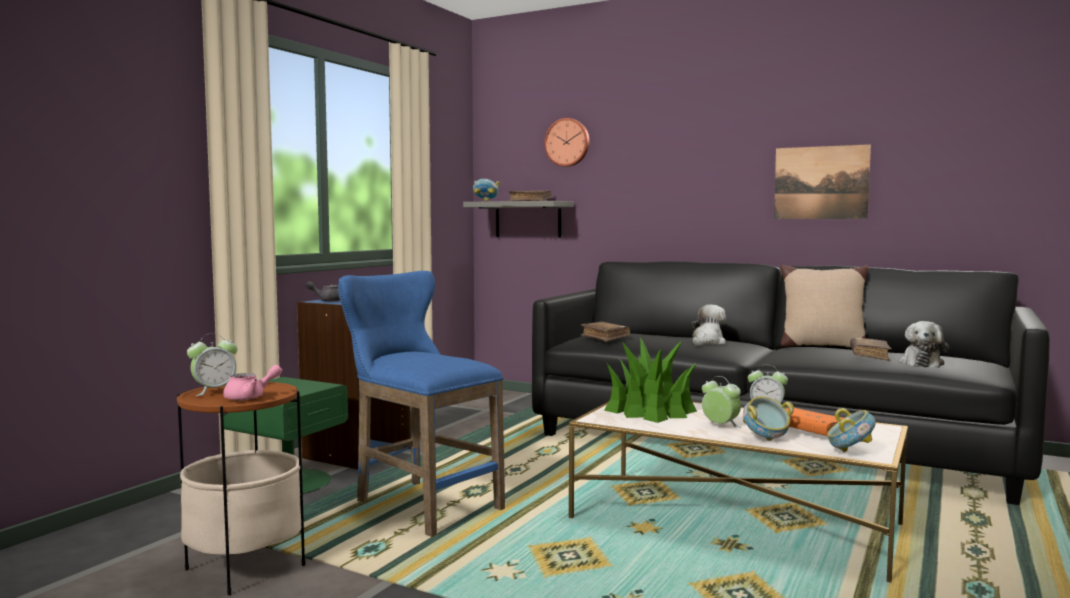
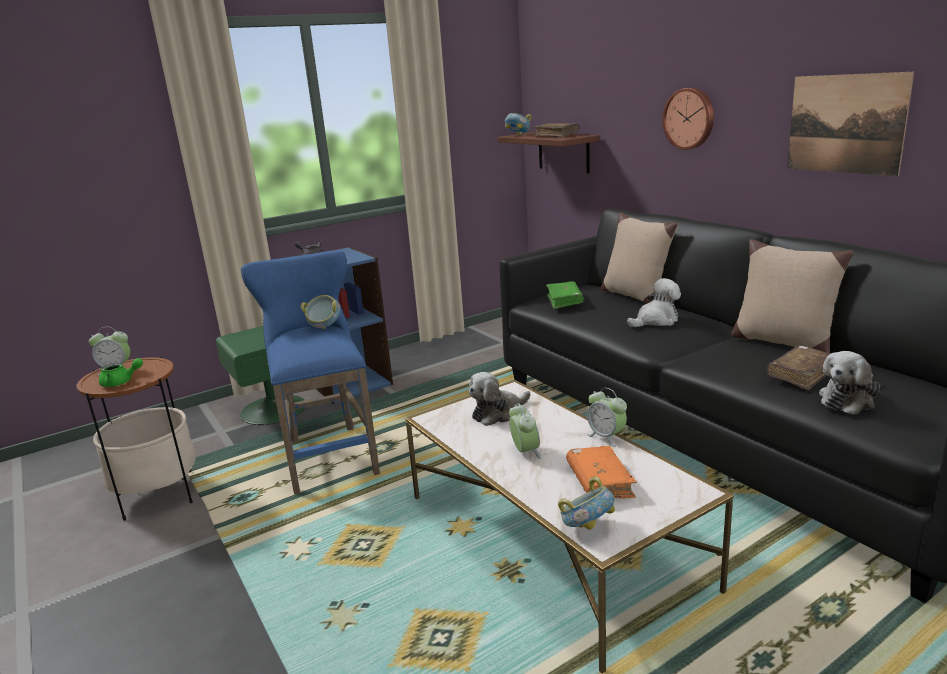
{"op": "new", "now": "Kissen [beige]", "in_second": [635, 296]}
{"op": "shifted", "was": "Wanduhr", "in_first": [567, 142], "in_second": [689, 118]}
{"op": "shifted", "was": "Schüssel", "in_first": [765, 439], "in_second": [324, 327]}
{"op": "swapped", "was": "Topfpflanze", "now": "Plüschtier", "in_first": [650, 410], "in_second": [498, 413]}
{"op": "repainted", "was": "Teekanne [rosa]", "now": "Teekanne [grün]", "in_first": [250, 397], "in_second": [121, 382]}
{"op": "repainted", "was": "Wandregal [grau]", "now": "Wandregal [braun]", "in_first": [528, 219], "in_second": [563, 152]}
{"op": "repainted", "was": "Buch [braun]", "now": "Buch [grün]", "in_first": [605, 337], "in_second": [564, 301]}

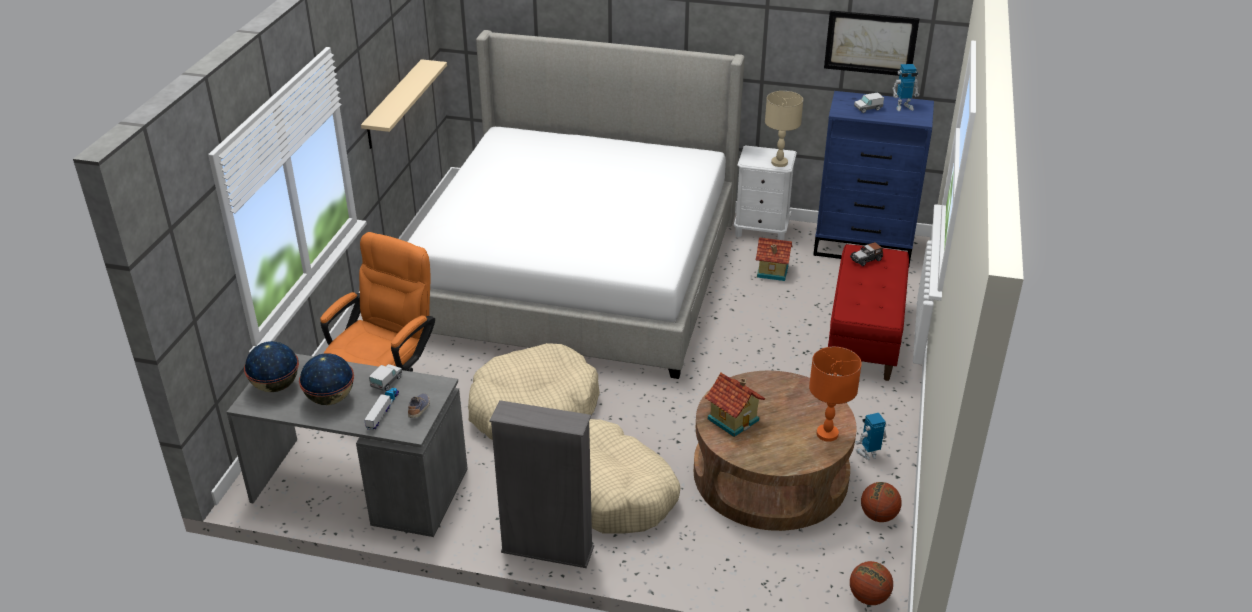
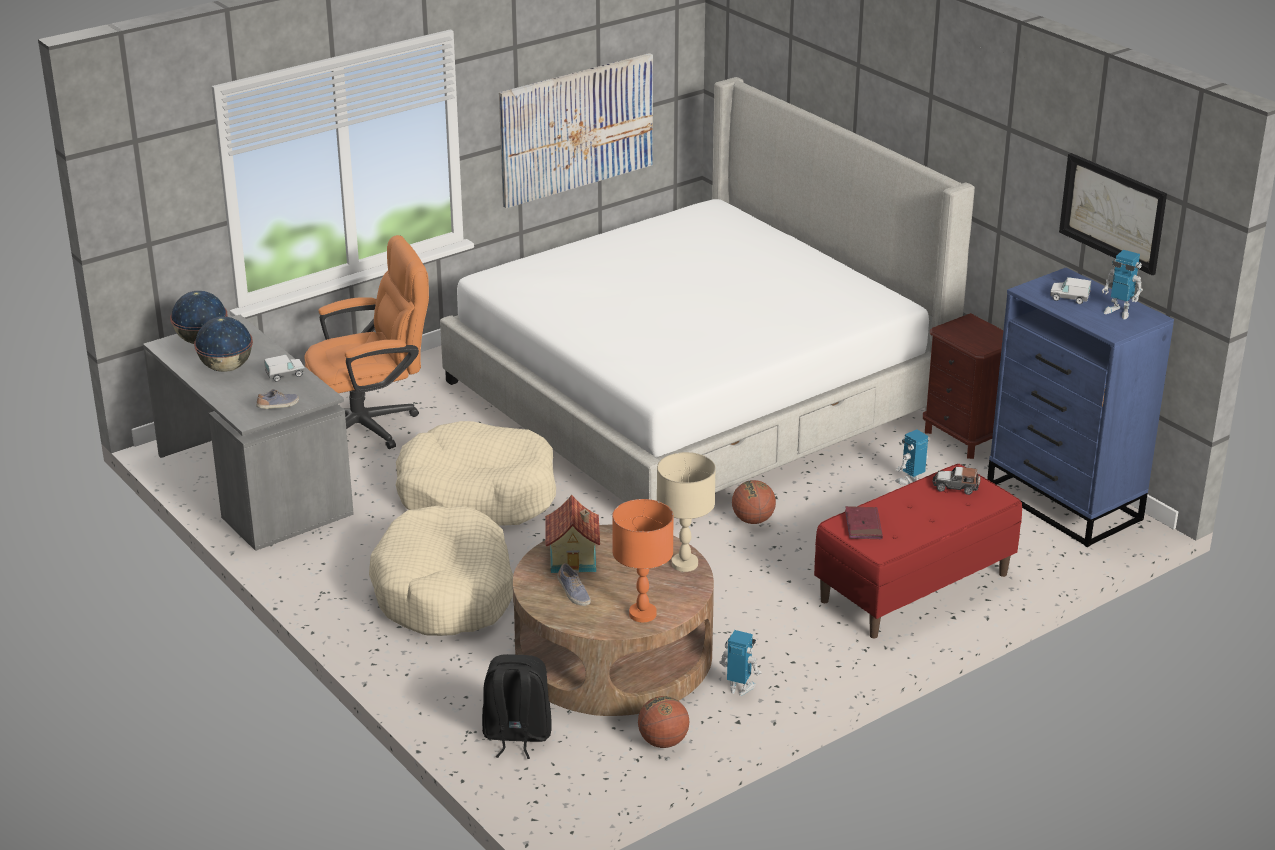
{"op": "gone", "was": "Spielzeuglaster", "in_first": [383, 411]}
{"op": "gone", "was": "Bücherregal [grau]", "in_first": [547, 550]}
{"op": "new", "now": "Rucksack [schwarz]", "in_second": [516, 736]}
{"op": "new", "now": "Schuh", "in_second": [573, 593]}
{"op": "new", "now": "Buch [rot]", "in_second": [863, 525]}
{"op": "shifted", "was": "Tischlampe [beige]", "in_first": [779, 163], "in_second": [684, 564]}
{"op": "shifted", "was": "Basketball", "in_first": [868, 597], "in_second": [753, 520]}
{"op": "swapped", "was": "Wandregal [beige]", "now": "Bild", "in_first": [394, 104], "in_second": [576, 129]}
{"op": "swapped", "was": "Spielzeughaus", "now": "Spielzeugroboter", "in_first": [772, 272], "in_second": [910, 482]}
{"op": "repainted", "was": "Nachttisch [weiß]", "now": "Nachttisch [braun]", "in_first": [761, 230], "in_second": [965, 437]}

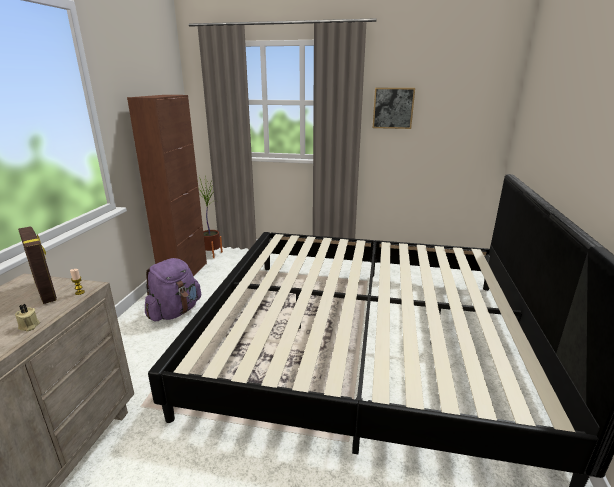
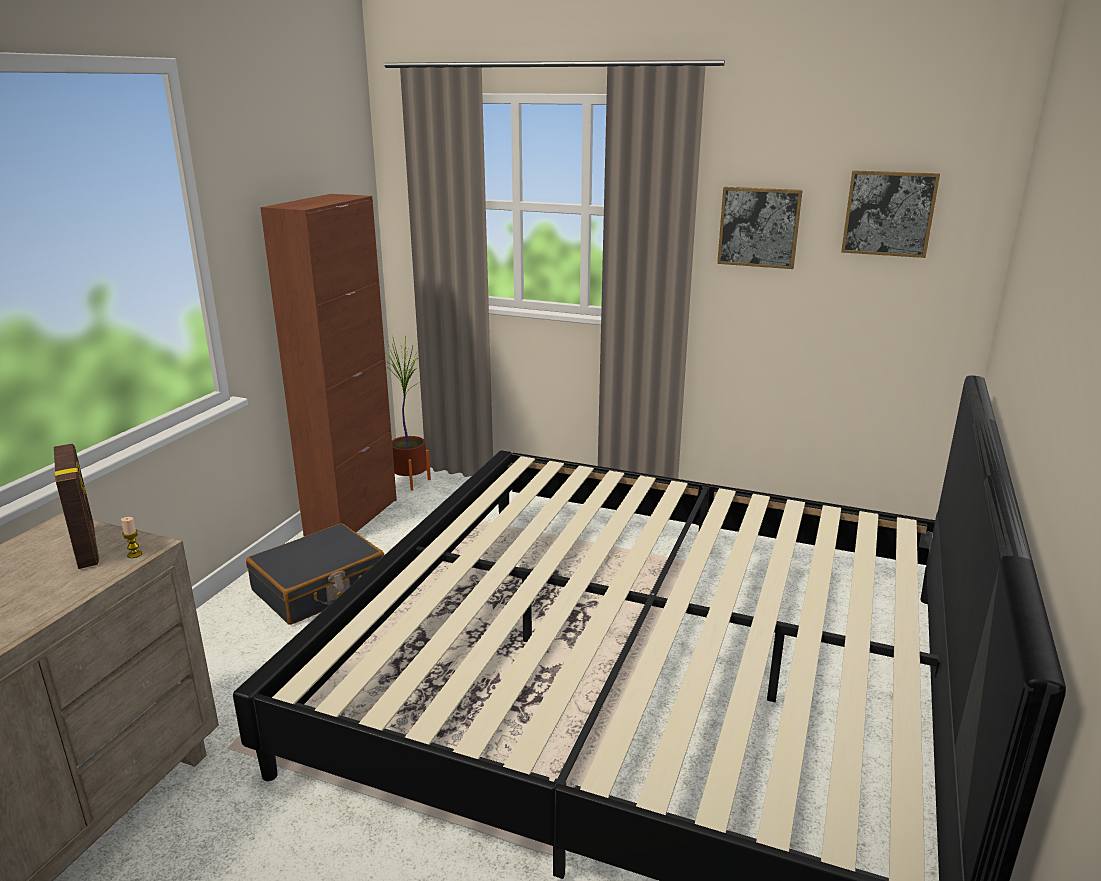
{"op": "gone", "was": "Kerze [beige]", "in_first": [29, 326]}
{"op": "new", "now": "Bild", "in_second": [889, 213]}
{"op": "swapped", "was": "Rucksack [lila]", "now": "Koffer [schwarz]", "in_first": [175, 312], "in_second": [320, 588]}

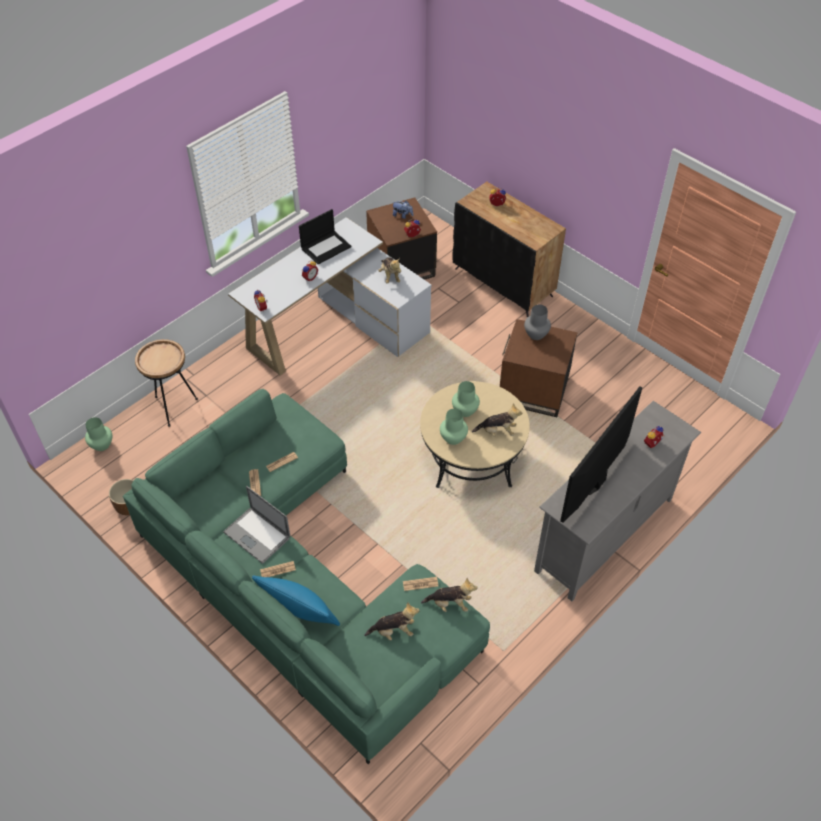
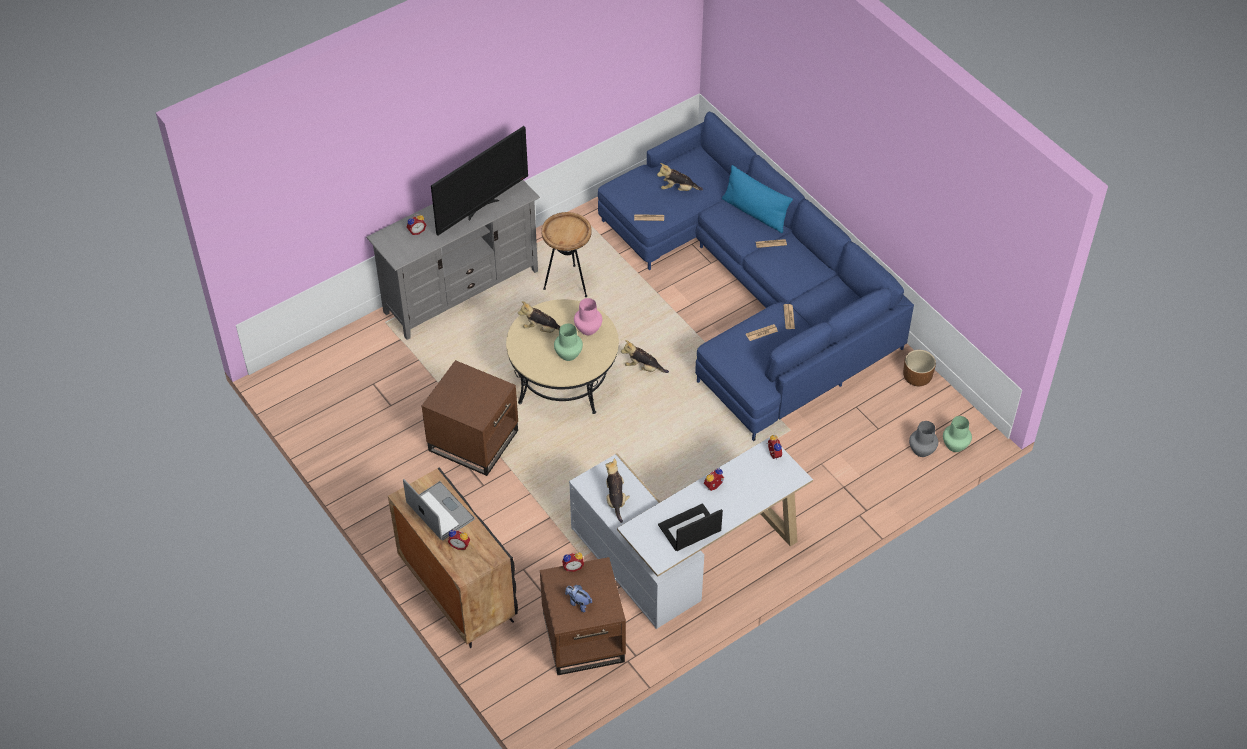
{"op": "shifted", "was": "Beistelltisch [braun]", "in_first": [174, 407], "in_second": [568, 283]}
{"op": "shifted", "was": "Laptop", "in_first": [257, 535], "in_second": [440, 511]}
{"op": "shifted", "was": "Plüschtier", "in_first": [450, 604], "in_second": [643, 368]}
{"op": "shifted", "was": "Vase [grau]", "in_first": [536, 335], "in_second": [922, 450]}
{"op": "repainted", "was": "Sofa [grün]", "now": "Sofa [blau]", "in_first": [298, 581], "in_second": [753, 292]}
{"op": "repainted", "was": "Vase [grün]", "now": "Vase [rosa]", "in_first": [453, 438], "in_second": [587, 329]}

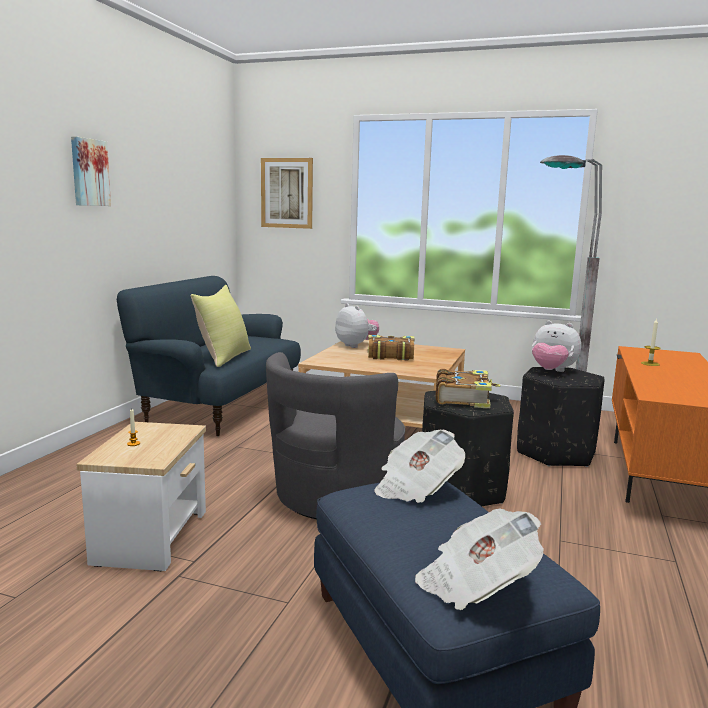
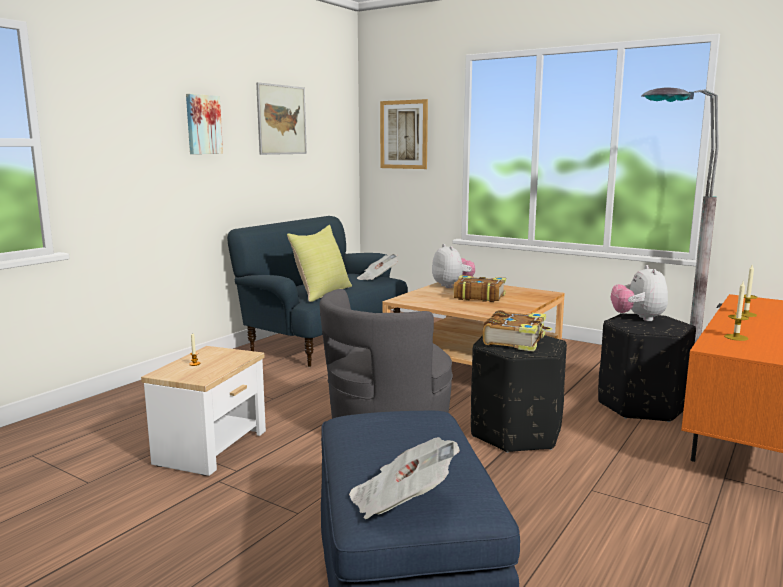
{"op": "new", "now": "Bild", "in_second": [282, 120]}
{"op": "new", "now": "Kerze", "in_second": [736, 337]}
{"op": "shifted", "was": "Zeitung", "in_first": [416, 487], "in_second": [377, 278]}
{"op": "rotated", "was": "Plüschtier", "in_first": [552, 371], "in_second": [638, 318], "clockwise": 45}

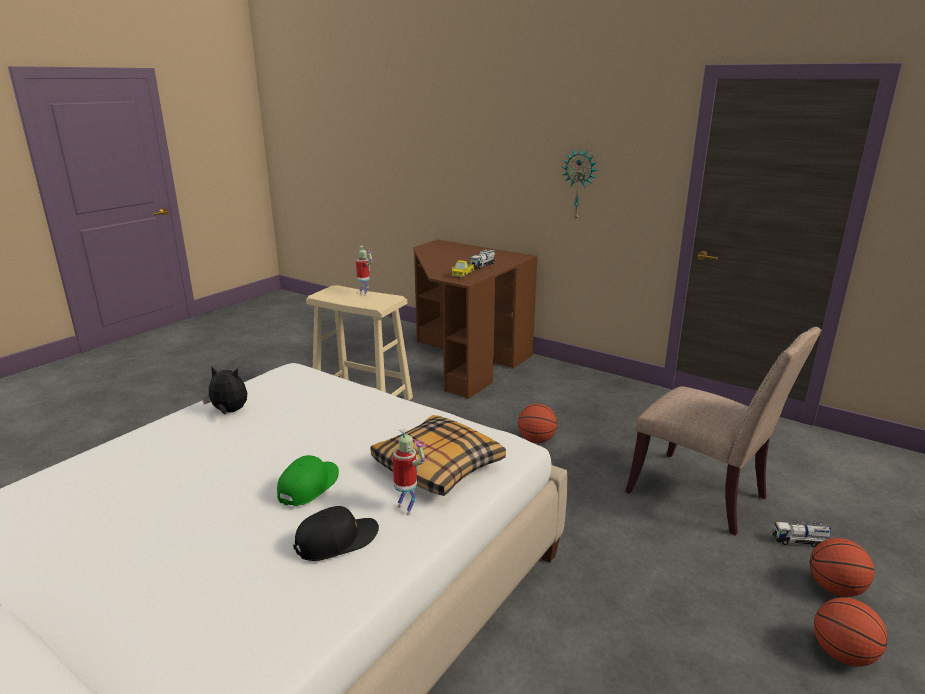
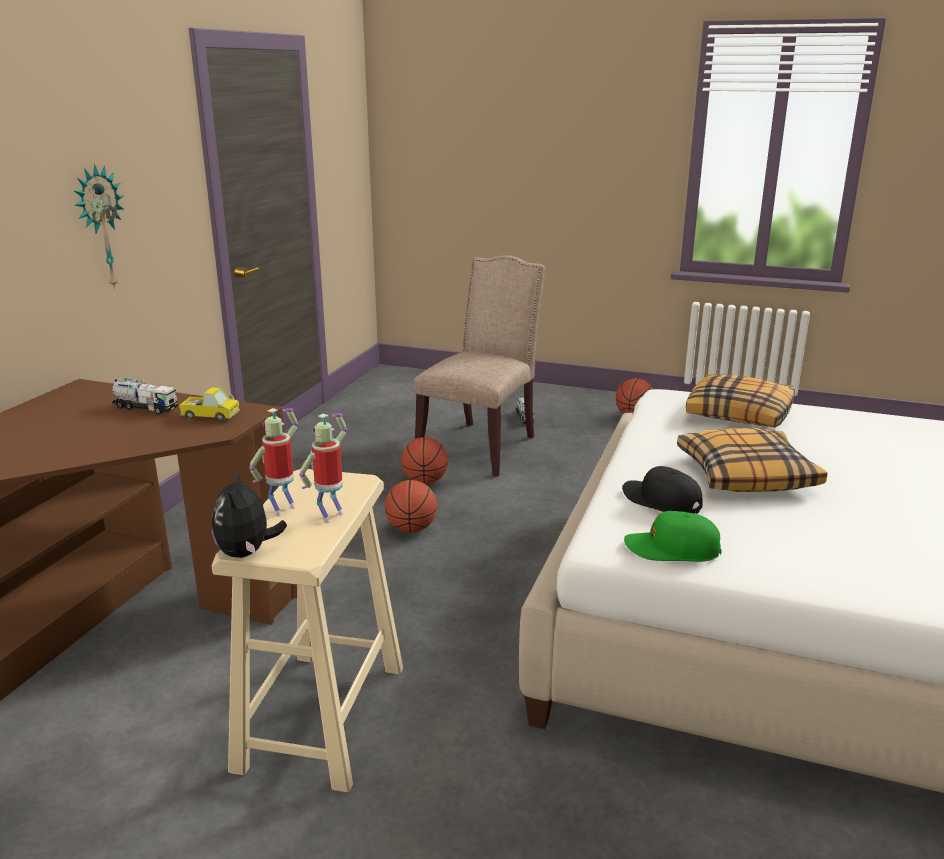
{"op": "new", "now": "Kissen", "in_second": [745, 474]}
{"op": "shifted", "was": "Plüschtier", "in_first": [229, 412], "in_second": [247, 553]}
{"op": "shifted", "was": "Kappe [grün]", "in_first": [309, 486], "in_second": [672, 549]}
{"op": "shifted", "was": "Kappe [schwarz]", "in_first": [337, 540], "in_second": [661, 501]}
{"op": "shifted", "was": "Spielzeugroboter", "in_first": [407, 509], "in_second": [330, 516]}
{"op": "shifted", "was": "Basketball", "in_first": [834, 588], "in_second": [425, 481]}

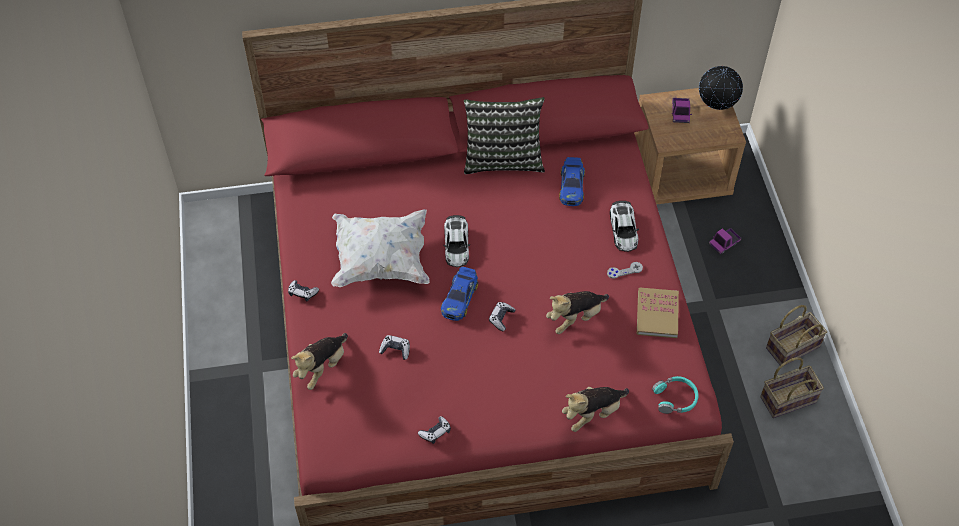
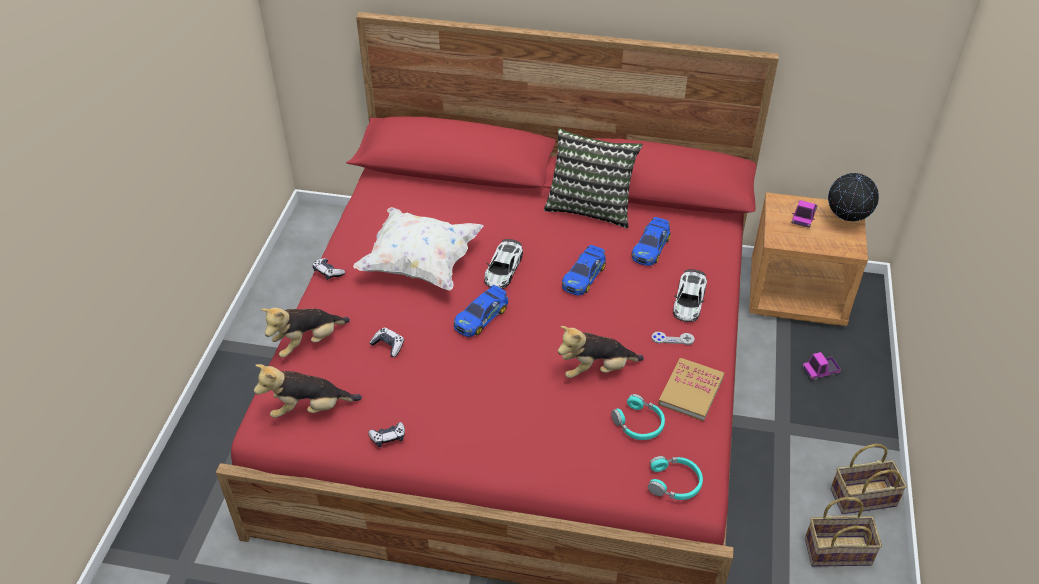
{"op": "gone", "was": "Gamepad", "in_first": [501, 318]}
{"op": "new", "now": "Spielzeugauto", "in_second": [584, 276]}
{"op": "new", "now": "Kopfhörer [türkis]", "in_second": [638, 424]}
{"op": "shifted", "was": "Plüschtier", "in_first": [592, 413], "in_second": [309, 409]}

